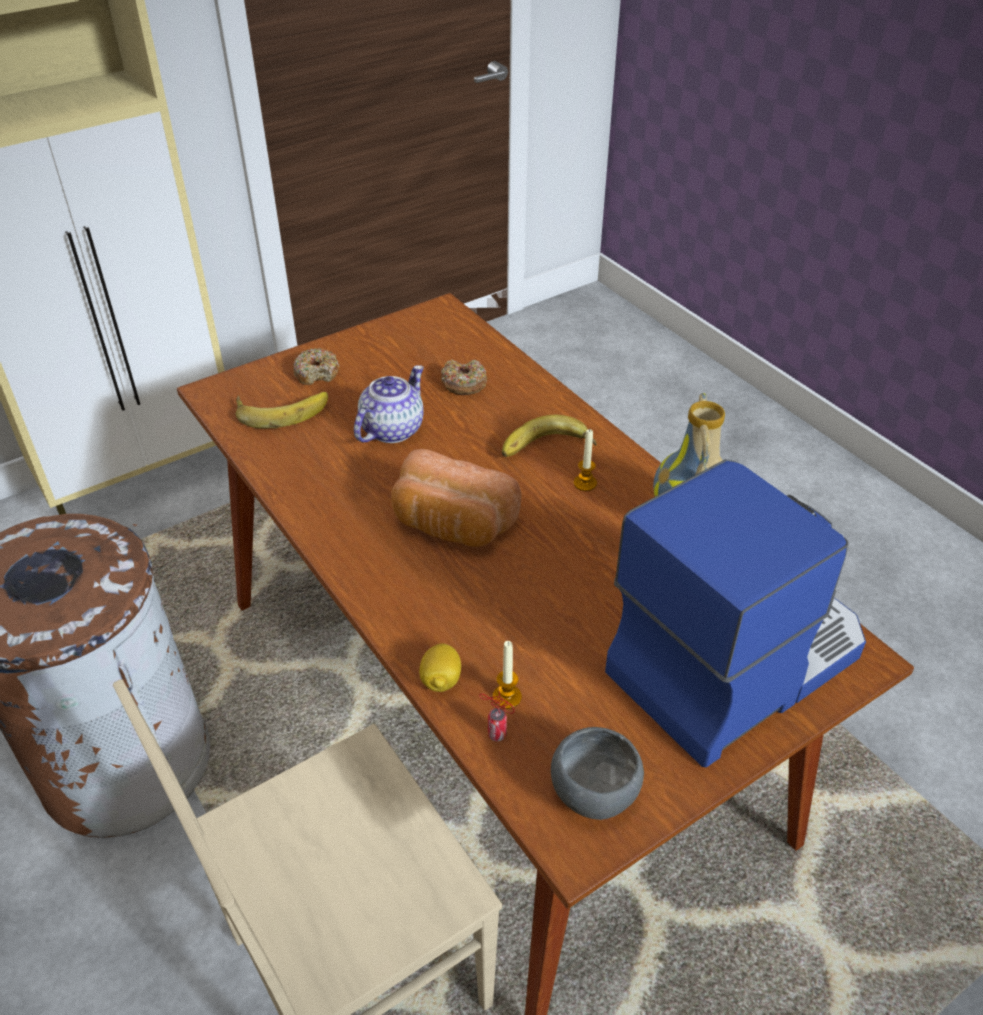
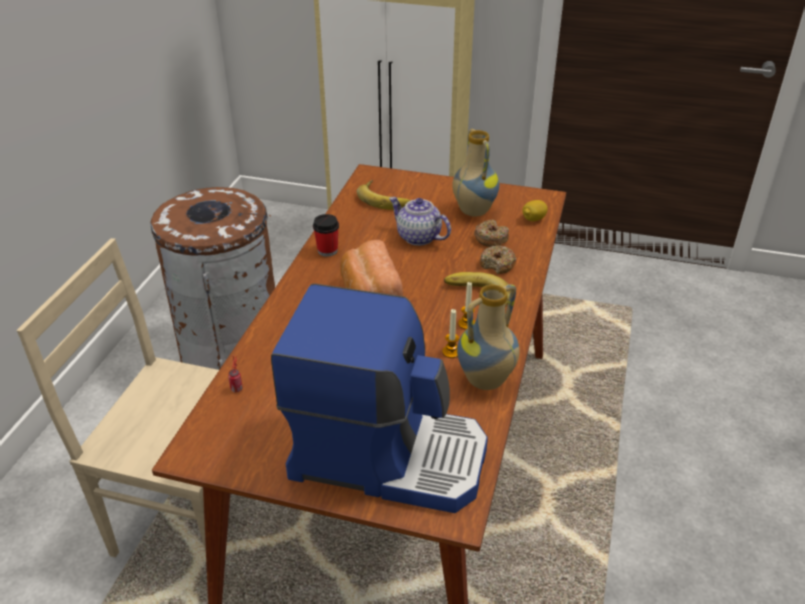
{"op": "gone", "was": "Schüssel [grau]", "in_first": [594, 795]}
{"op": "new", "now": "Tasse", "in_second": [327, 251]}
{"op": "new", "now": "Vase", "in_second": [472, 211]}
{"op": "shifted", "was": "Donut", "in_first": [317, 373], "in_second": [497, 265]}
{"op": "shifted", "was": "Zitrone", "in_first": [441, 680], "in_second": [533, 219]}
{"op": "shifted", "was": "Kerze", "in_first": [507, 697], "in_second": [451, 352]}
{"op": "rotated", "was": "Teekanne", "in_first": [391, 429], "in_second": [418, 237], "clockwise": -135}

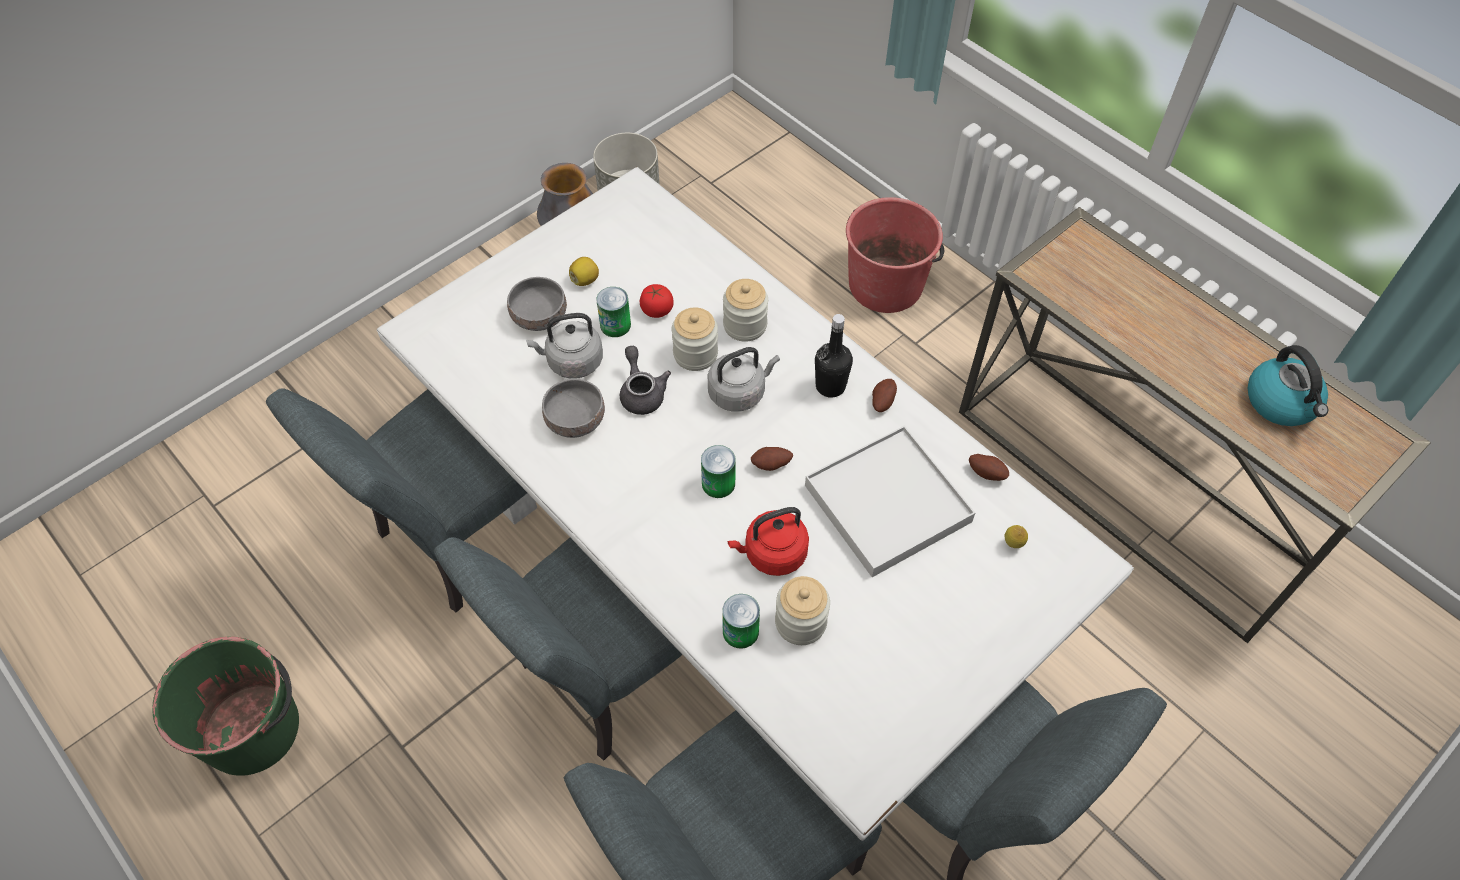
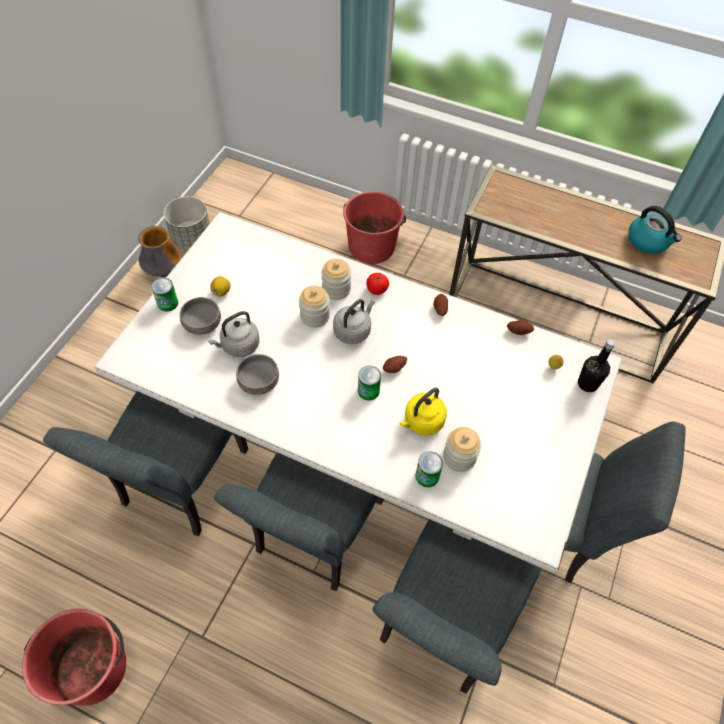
{"op": "gone", "was": "Teekanne [grau]", "in_first": [642, 392]}
{"op": "gone", "was": "Tablett [weiß]", "in_first": [887, 503]}
{"op": "shifted", "was": "Dose", "in_first": [615, 325], "in_second": [167, 303]}
{"op": "shifted", "was": "Tomate", "in_first": [657, 310], "in_second": [377, 289]}
{"op": "shifted", "was": "Flasche [schwarz]", "in_first": [830, 386], "in_second": [587, 384]}
{"op": "repainted", "was": "Eimer [grün]", "now": "Eimer [rot]", "in_first": [253, 728], "in_second": [92, 667]}
{"op": "repainted", "was": "Wasserkessel [rot]", "now": "Wasserkessel [gelb]", "in_first": [772, 554], "in_second": [422, 422]}

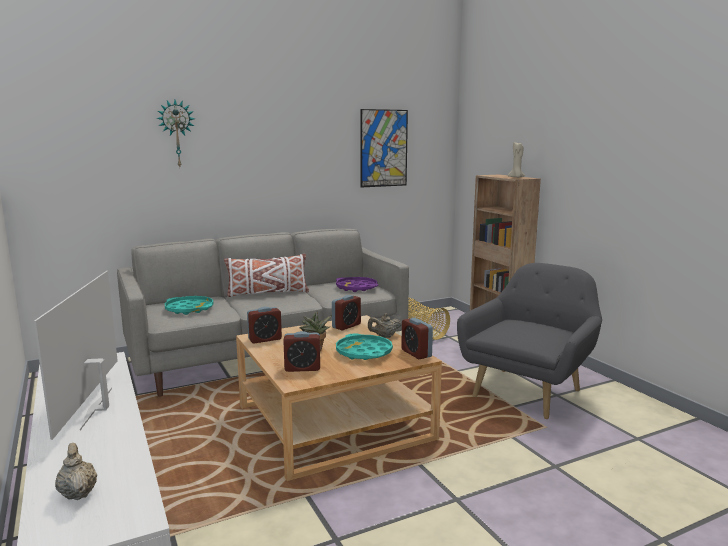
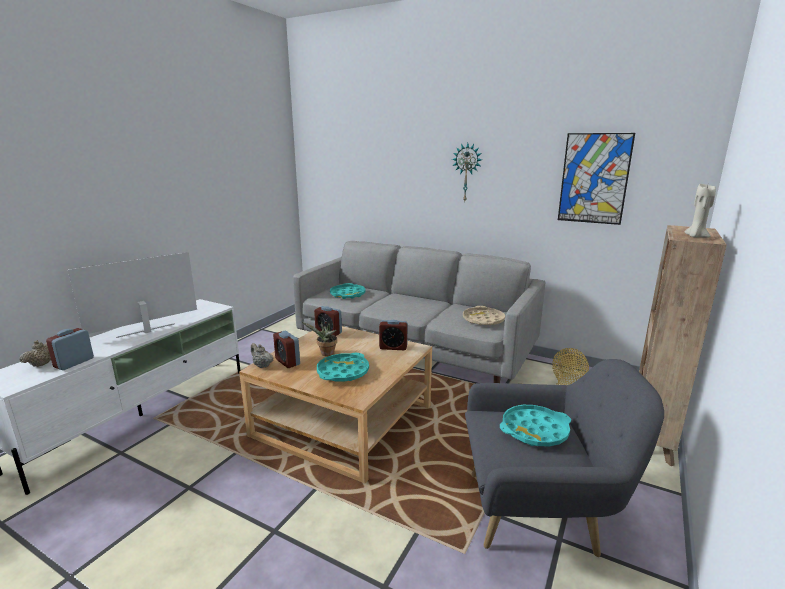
{"op": "gone", "was": "Kissen [weiß]", "in_first": [267, 293]}
{"op": "new", "now": "Tablett [türkis]", "in_second": [534, 430]}
{"op": "shifted", "was": "Wanduhr", "in_first": [176, 134], "in_second": [467, 172]}
{"op": "shifted", "was": "Teekanne [beige]", "in_first": [384, 336], "in_second": [262, 365]}
{"op": "shifted", "was": "Wecker", "in_first": [416, 353], "in_second": [74, 363]}
{"op": "repainted", "was": "Tablett [lila]", "now": "Tablett [beige]", "in_first": [356, 288], "in_second": [483, 320]}

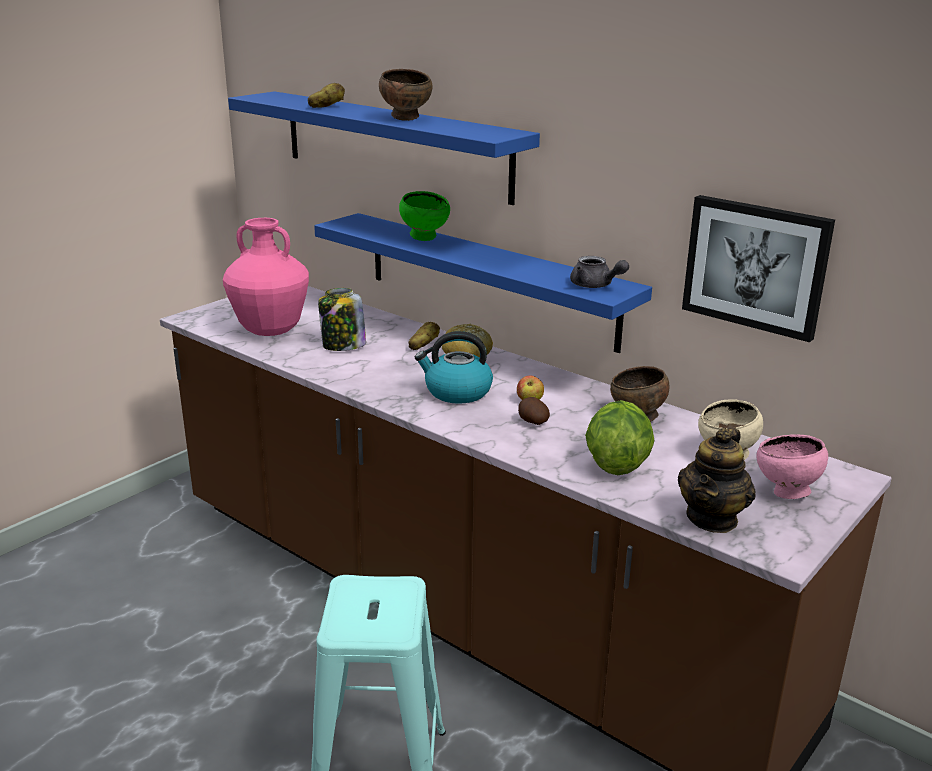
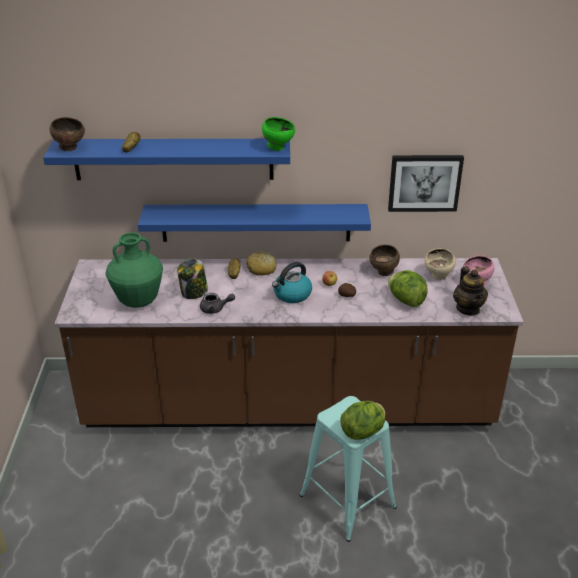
{"op": "new", "now": "Salatkopf", "in_second": [363, 432]}
{"op": "shifted", "was": "Schüssel [braun]", "in_first": [407, 119], "in_second": [70, 148]}
{"op": "shifted", "was": "Schüssel [grün]", "in_first": [425, 238], "in_second": [278, 148]}
{"op": "shifted", "was": "Teekanne [grau]", "in_first": [595, 286], "in_second": [215, 309]}
{"op": "repainted", "was": "Vase [rosa]", "now": "Vase [grün]", "in_first": [270, 331], "in_second": [138, 301]}

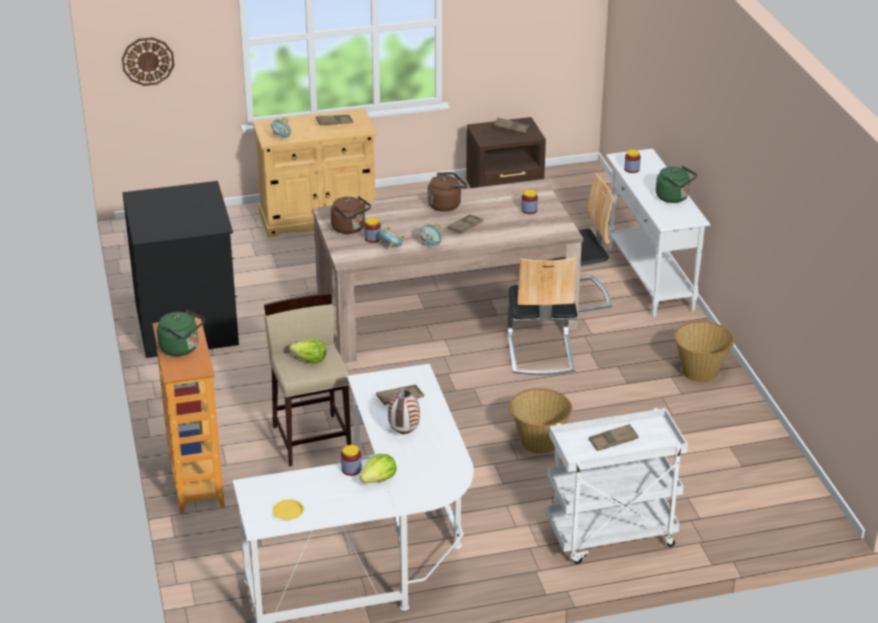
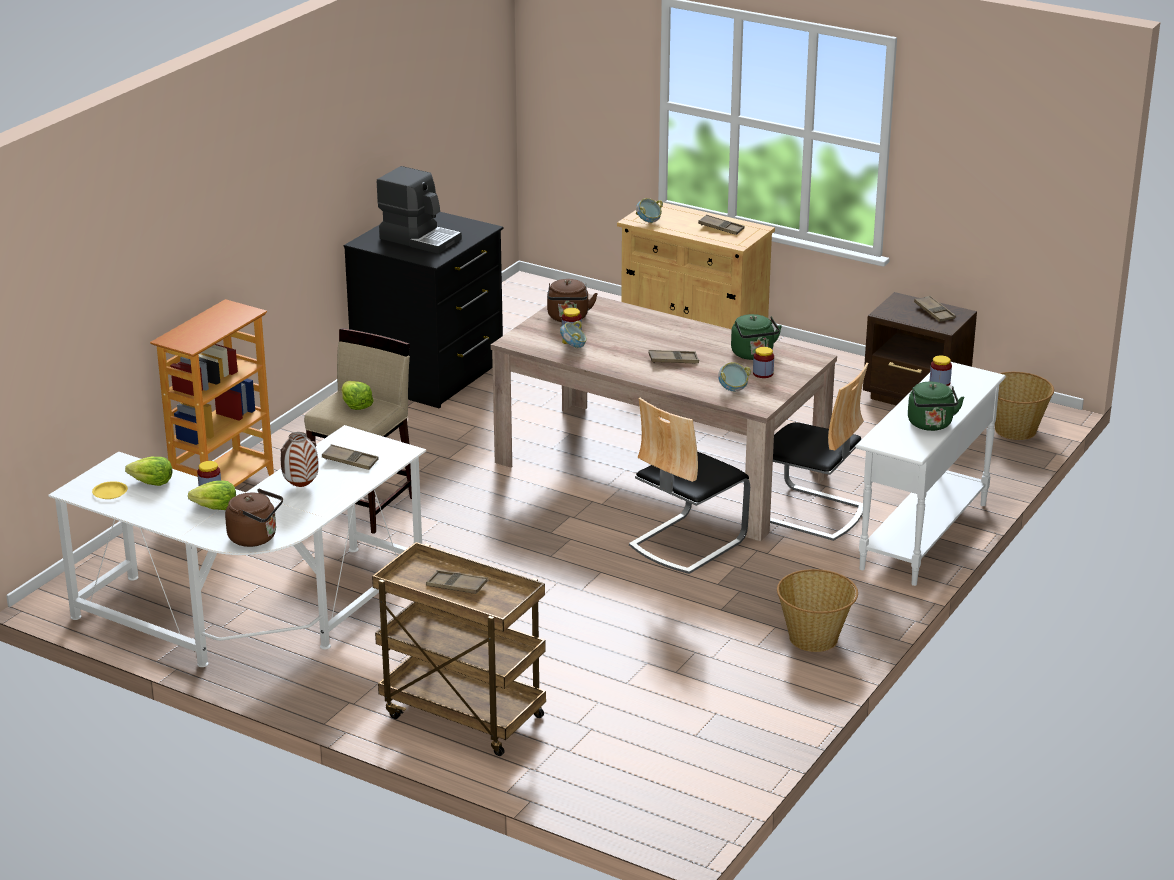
{"op": "gone", "was": "Wanduhr", "in_first": [148, 61]}
{"op": "new", "now": "Salatkopf", "in_second": [152, 482]}
{"op": "new", "now": "Kaffeemaschine", "in_second": [420, 238]}
{"op": "shifted", "was": "Wasserkessel [grün]", "in_first": [182, 348], "in_second": [753, 355]}
{"op": "shifted", "was": "Schüssel", "in_first": [431, 244], "in_second": [732, 390]}
{"op": "shifted", "was": "Wasserkessel [braun]", "in_first": [446, 205], "in_second": [256, 538]}
{"op": "shifted", "was": "Korb", "in_first": [539, 442], "in_second": [1014, 430]}
{"op": "repainted", "was": "Rollwagen [weiß]", "now": "Rollwagen [braun]", "in_first": [610, 537], "in_second": [460, 716]}

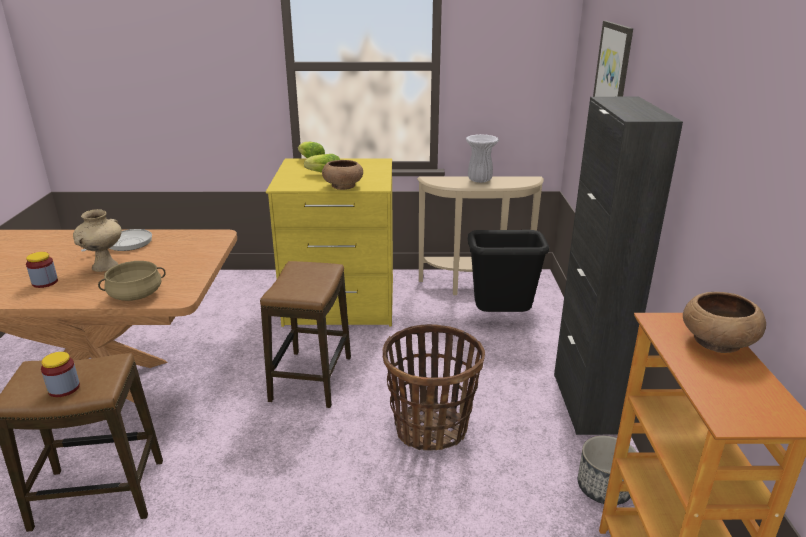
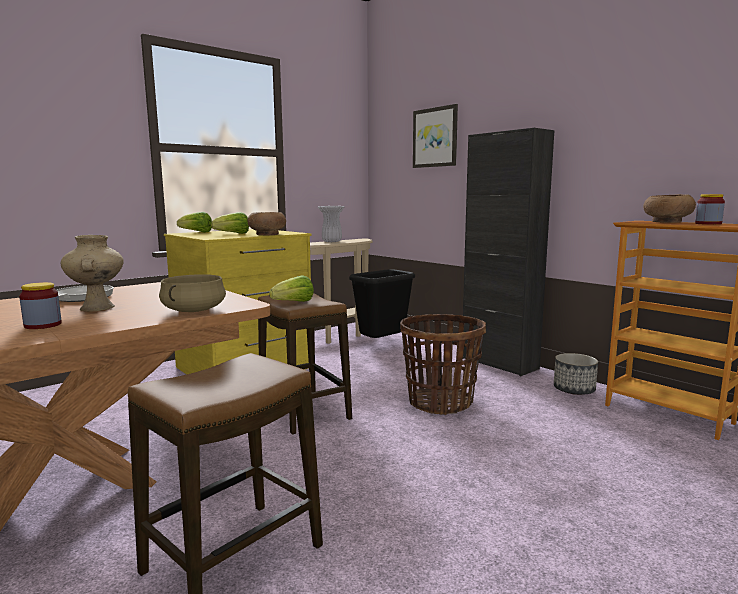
{"op": "new", "now": "Salatkopf", "in_second": [294, 303]}
{"op": "shifted", "was": "Vorratsglas", "in_first": [64, 388], "in_second": [708, 224]}

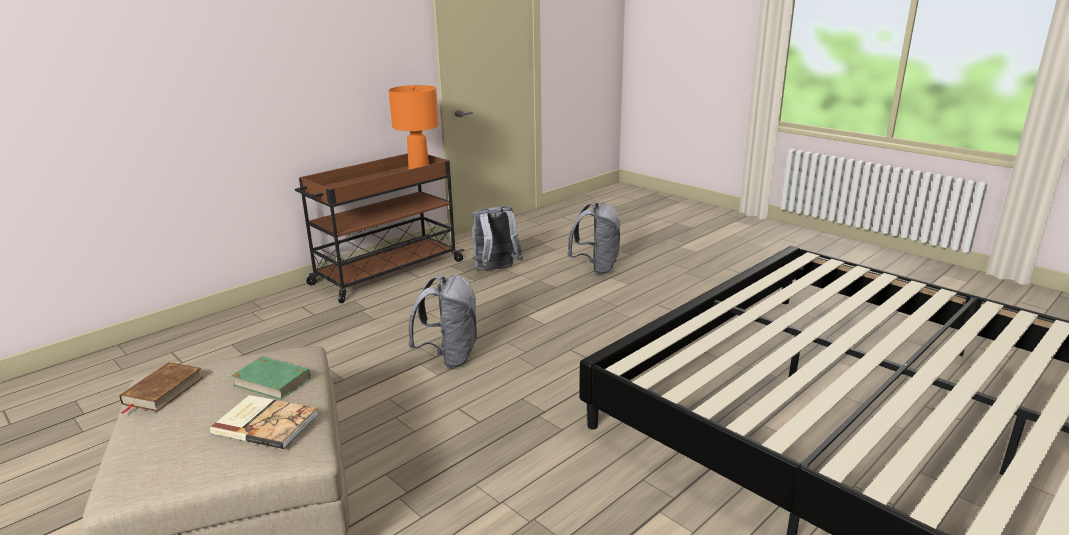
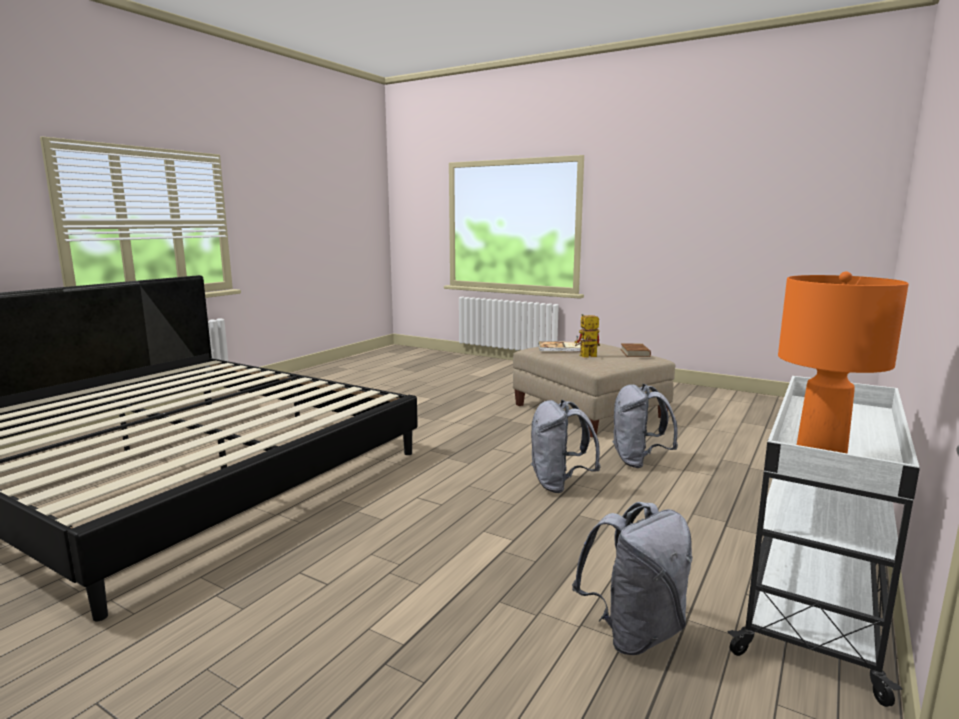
{"op": "shifted", "was": "Rucksack [grau]", "in_first": [596, 268], "in_second": [638, 461]}
{"op": "swapped", "was": "Buch [grün]", "now": "Spielzeugroboter", "in_first": [272, 381], "in_second": [585, 357]}
{"op": "repainted", "was": "Rollwagen [braun]", "now": "Rollwagen [weiß]", "in_first": [386, 273], "in_second": [814, 595]}

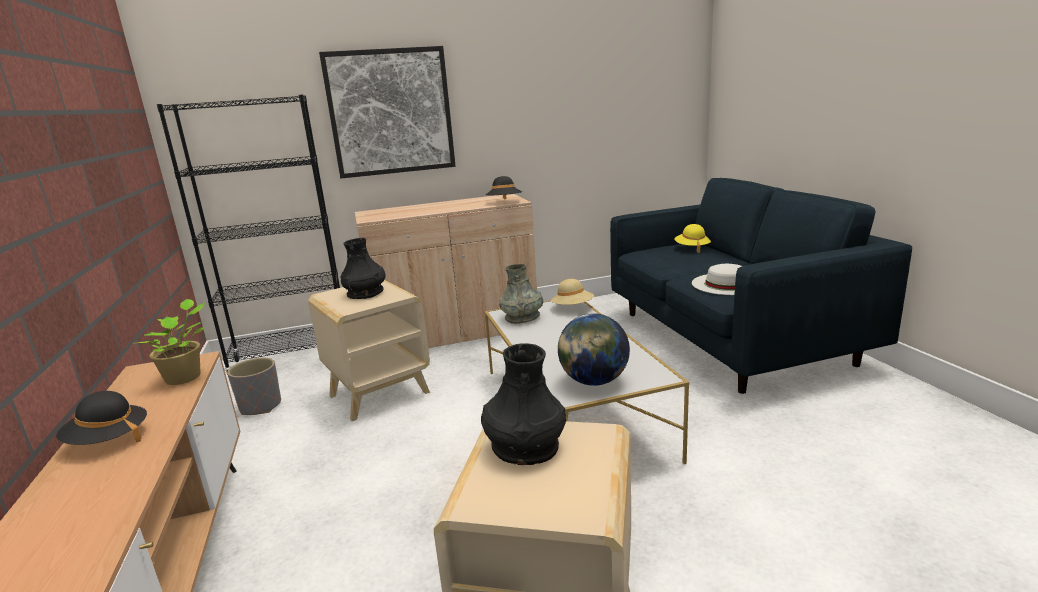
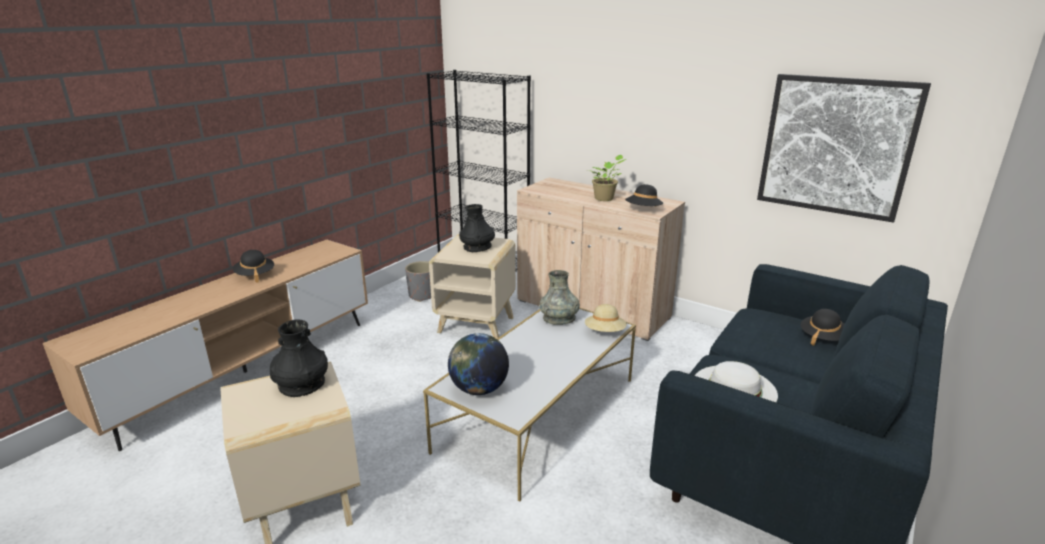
{"op": "shifted", "was": "Topfpflanze", "in_first": [186, 377], "in_second": [605, 199]}
{"op": "shifted", "was": "Bild", "in_first": [390, 112], "in_second": [836, 146]}
{"op": "repainted", "was": "Hut [gelb]", "now": "Hut [schwarz]", "in_first": [692, 248], "in_second": [822, 337]}

